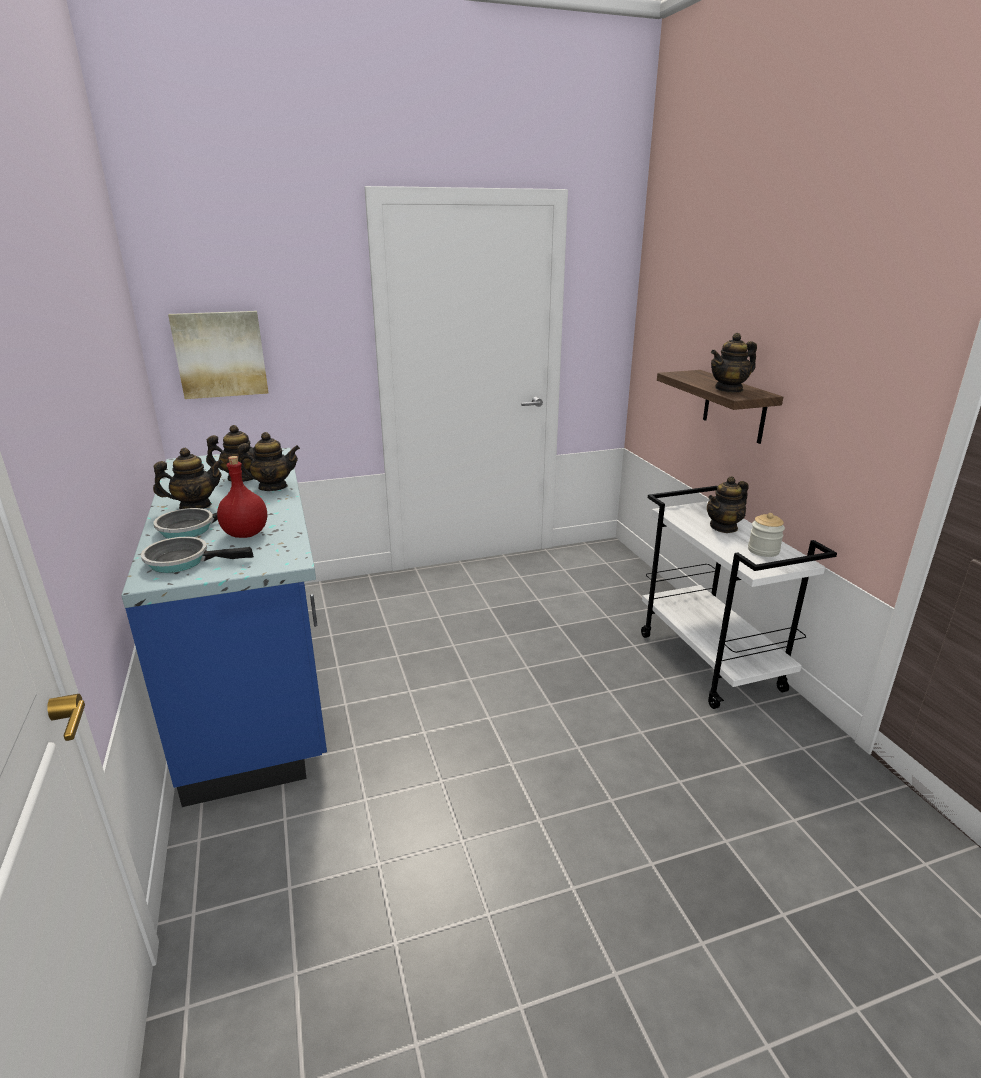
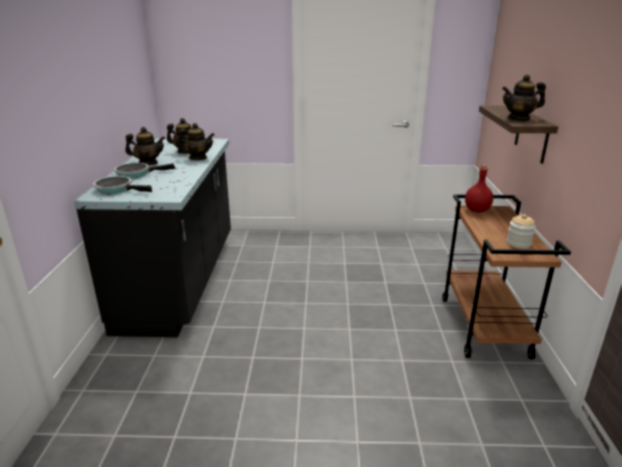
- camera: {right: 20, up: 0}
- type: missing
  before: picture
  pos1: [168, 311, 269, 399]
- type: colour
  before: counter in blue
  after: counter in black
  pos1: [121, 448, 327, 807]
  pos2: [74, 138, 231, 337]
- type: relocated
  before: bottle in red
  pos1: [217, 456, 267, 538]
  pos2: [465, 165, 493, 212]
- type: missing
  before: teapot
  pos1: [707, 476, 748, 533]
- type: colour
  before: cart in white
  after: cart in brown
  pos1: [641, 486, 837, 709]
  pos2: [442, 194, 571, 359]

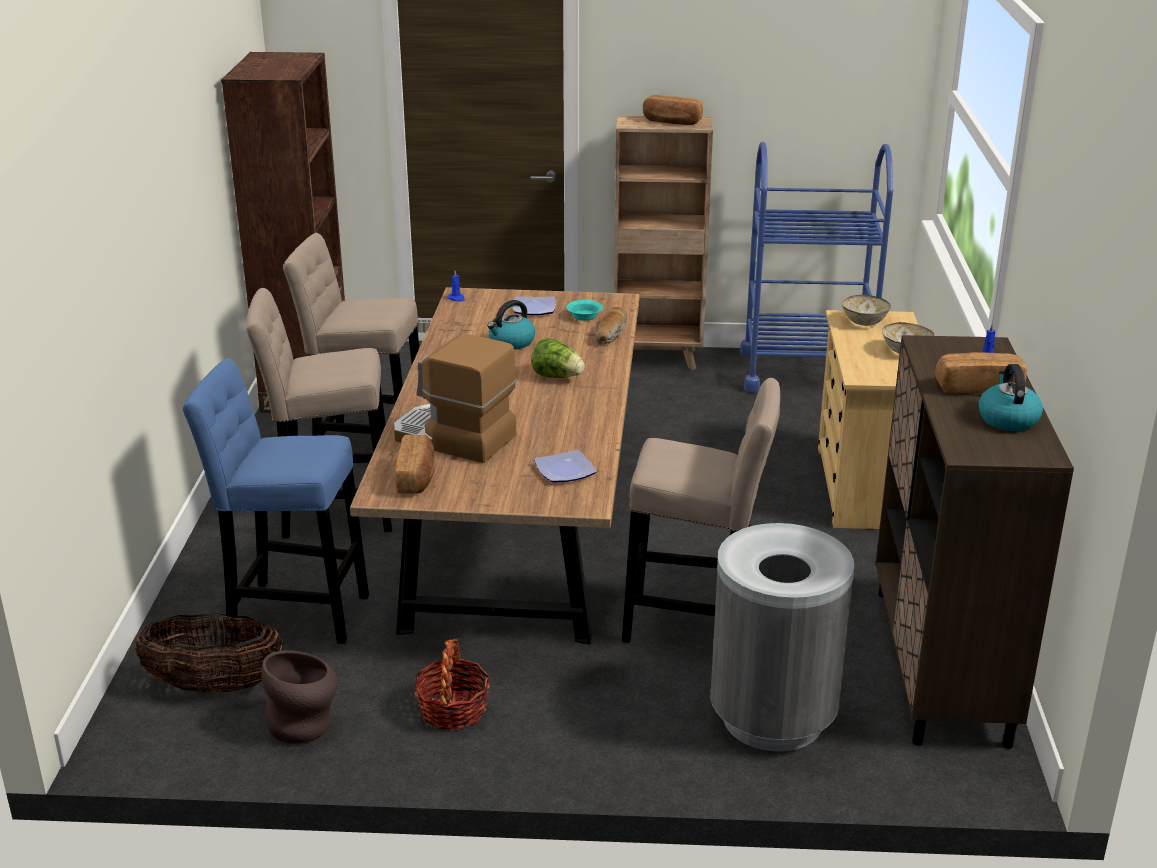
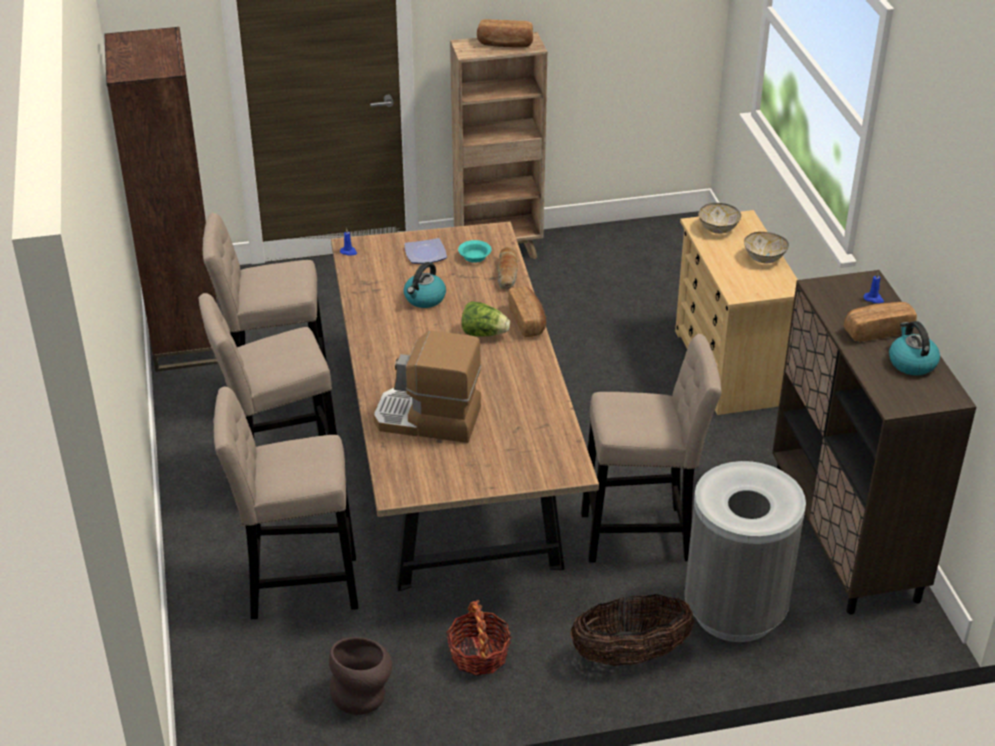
- camera: {right: -15, up: 10}
- type: missing
  before: cart in blue
  pos1: [740, 142, 893, 393]
- type: colour
  before: stool in blue
  after: stool in beige
  pos1: [183, 358, 369, 644]
  pos2: [213, 386, 358, 619]
- type: relocated
  before: bread
  pos1: [395, 435, 435, 494]
  pos2: [508, 286, 546, 337]
- type: missing
  before: plate
  pos1: [534, 450, 597, 483]
- type: relocated
  before: basket
  pos1: [135, 613, 283, 693]
  pos2: [570, 594, 694, 666]

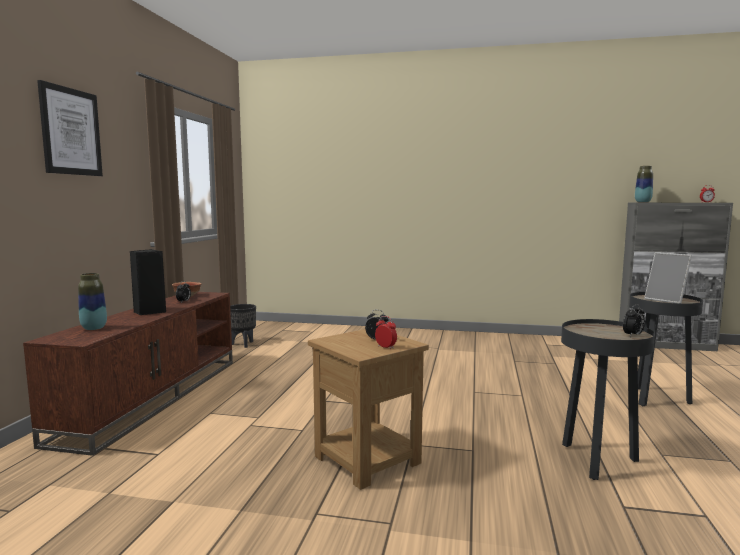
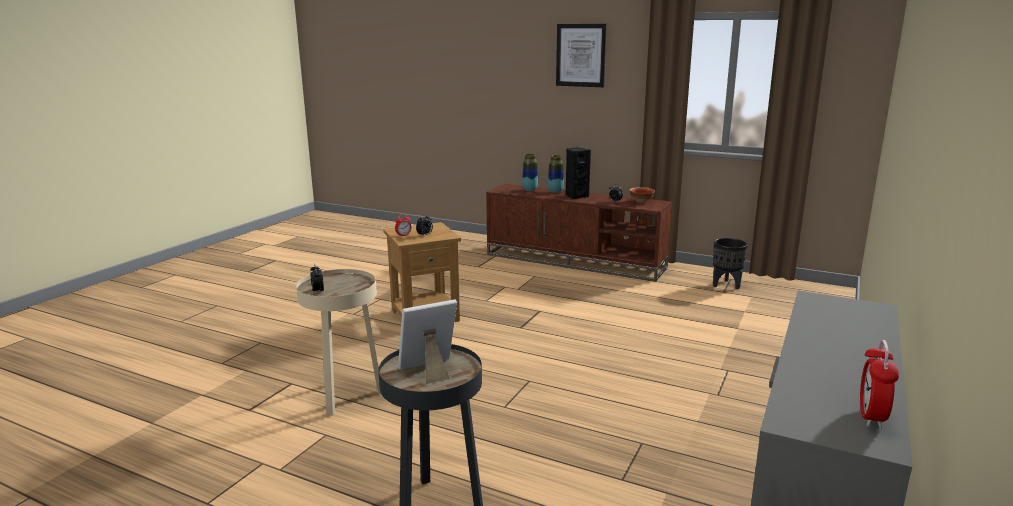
- camera: {right: 105, up: 10}
- type: relocated
  before: vase
  pos1: [635, 166, 653, 202]
  pos2: [548, 155, 564, 193]
- type: colour
  before: side table in black
  after: side table in beige
  pos1: [561, 319, 655, 480]
  pos2: [296, 269, 381, 415]

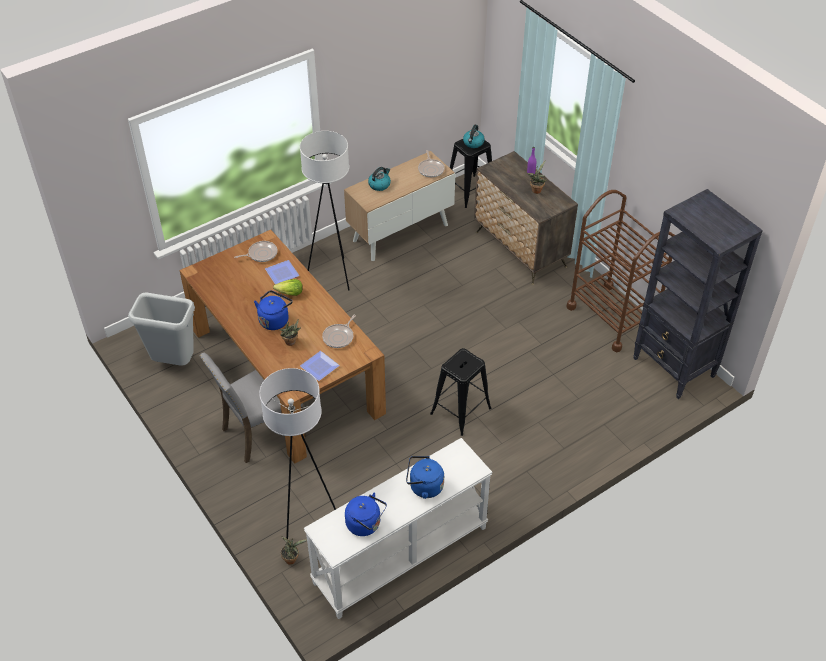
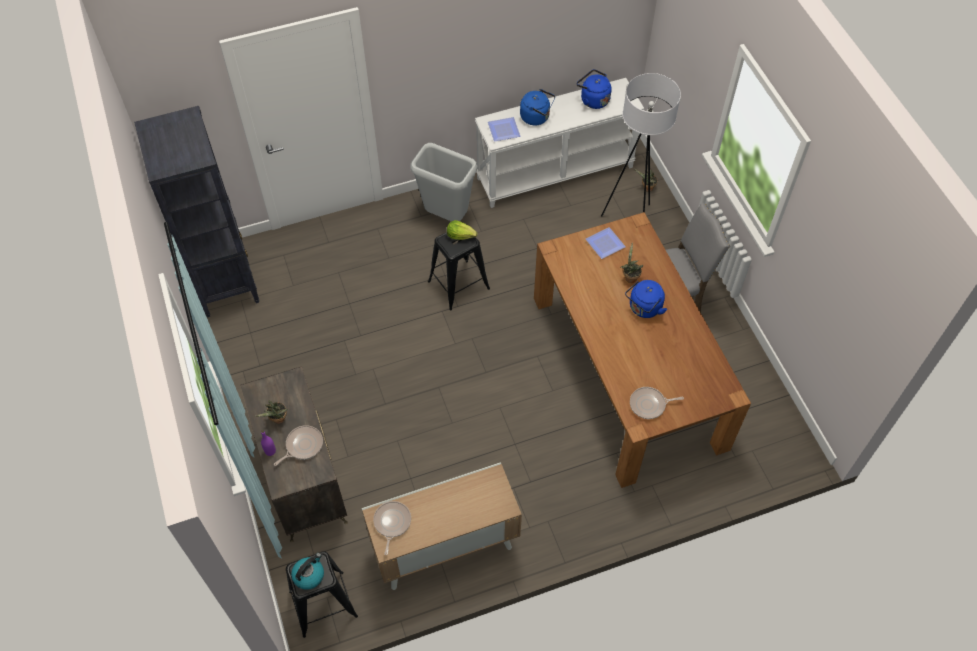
- camera: {right: -165, up: 10}
- type: missing
  before: floor lamp in white
  pos1: [300, 131, 350, 291]
- type: missing
  before: kettle
  pos1: [368, 167, 391, 191]
- type: missing
  before: cart in brown
  pos1: [566, 190, 675, 353]
- type: relocated
  before: plate
  pos1: [265, 260, 299, 284]
  pos2: [488, 117, 520, 141]
- type: relocated
  before: lettuce
  pos1: [273, 279, 303, 296]
  pos2: [447, 220, 478, 240]
- type: relocated
  before: trash can in grey
  pos1: [128, 292, 195, 366]
  pos2: [410, 143, 478, 221]
- type: relocated
  before: frying pan
  pos1: [322, 315, 356, 348]
  pos2: [274, 425, 323, 466]

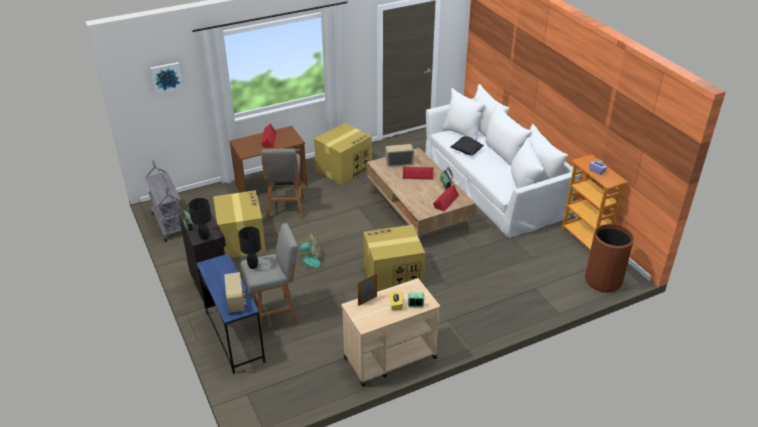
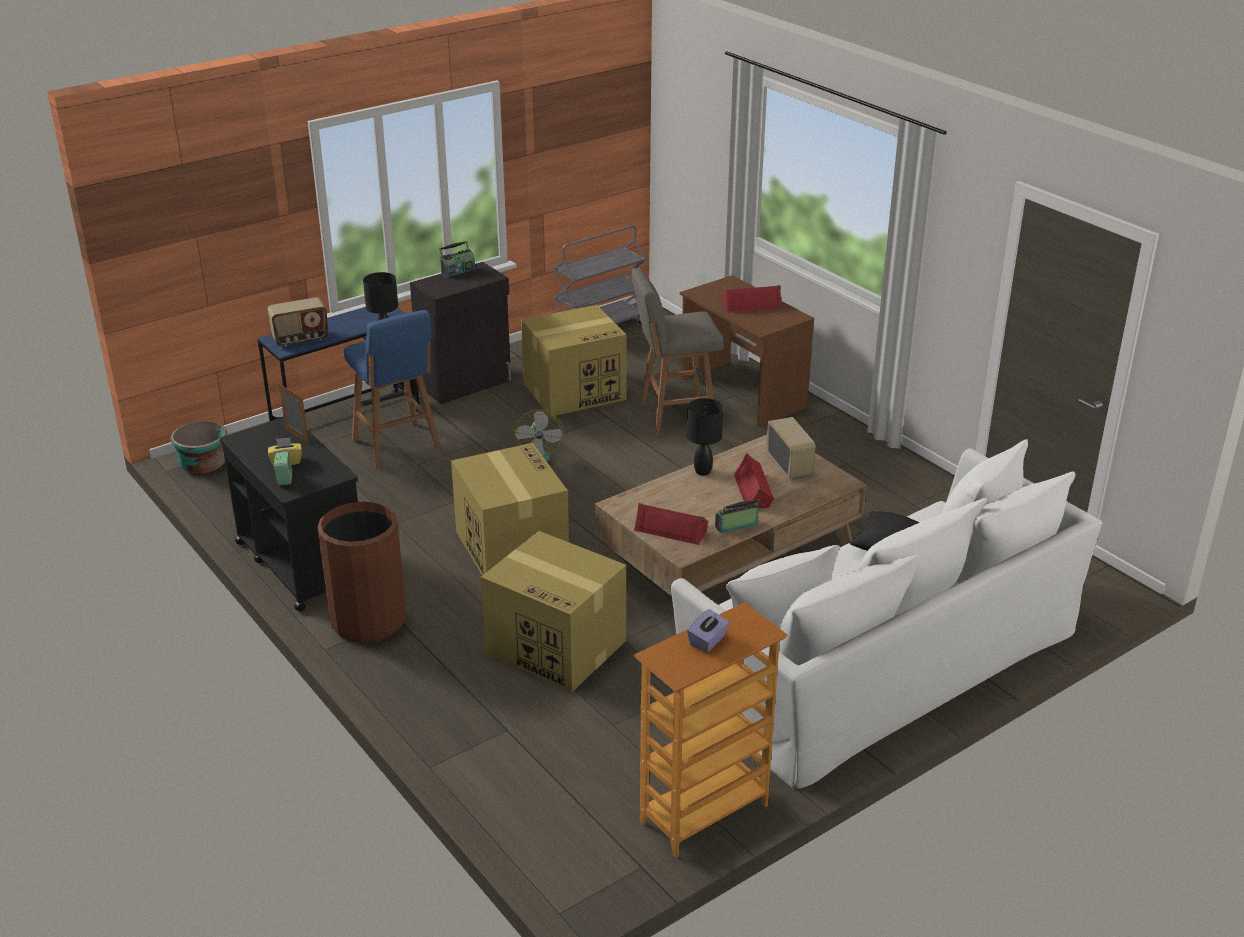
- camera: {right: 80, up: -5}
- type: missing
  before: picture
  pos1: [150, 62, 184, 94]
- type: relocated
  before: cardboard box
  pos1: [314, 123, 372, 185]
  pos2: [481, 531, 626, 692]
- type: relocated
  before: table lamp in black
  pos1: [188, 198, 211, 240]
  pos2: [687, 398, 723, 476]
- type: colour
  before: stool in grey
  after: stool in blue
  pos1: [241, 223, 298, 335]
  pos2: [344, 310, 441, 470]
- type: relocated
  before: trash can in brown
  pos1: [585, 224, 634, 293]
  pos2: [317, 501, 407, 643]
- type: colour
  before: cart in beige
  after: cart in black
  pos1: [341, 278, 440, 387]
  pos2: [220, 417, 358, 611]
- type: appeared
  after: planter in turquoise
  pos2: [170, 421, 227, 474]

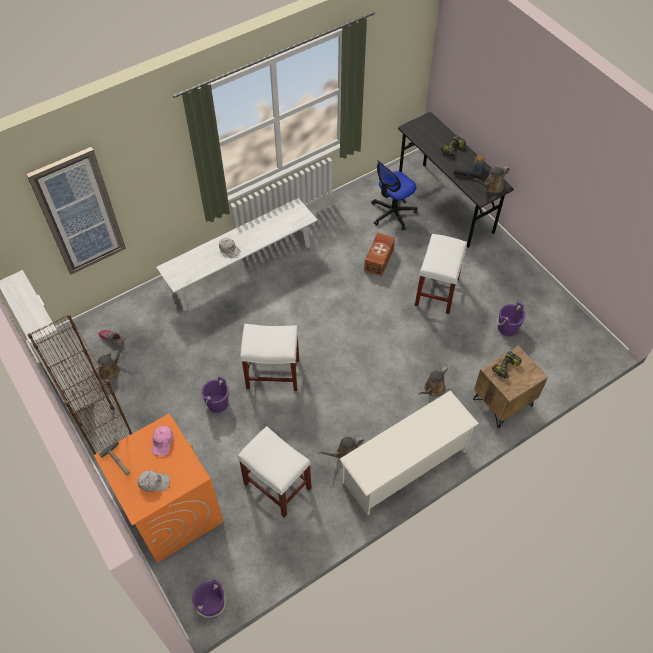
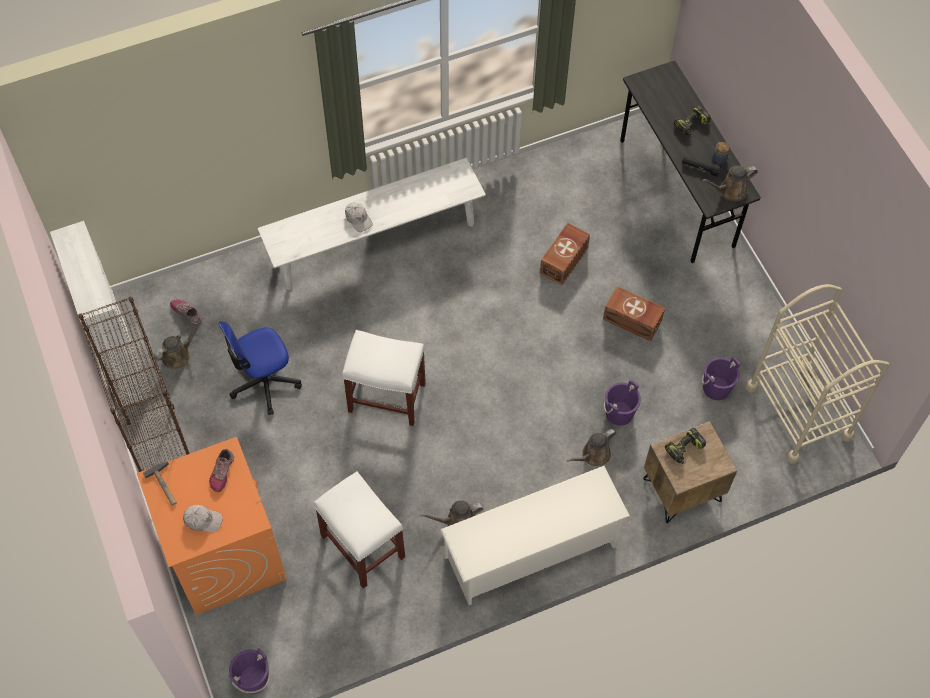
- camera: {right: 10, up: 5}
- type: missing
  before: picture
  pos1: [26, 147, 126, 274]
- type: relocated
  before: office chair
  pos1: [371, 160, 418, 230]
  pos2: [219, 321, 302, 415]
- type: exchanged
  before: stool in white
  after: storage box in brown
  pos1: [415, 234, 467, 314]
  pos2: [603, 286, 665, 341]
- type: relocated
  before: bucket in purple
  pos1: [201, 376, 229, 413]
  pos2: [604, 379, 641, 426]
- type: exchanged
  before: cap in pink
  after: shoe
  pos1: [152, 426, 173, 456]
  pos2: [209, 449, 234, 492]
- type: appeared
  after: cart in beige
  pos2: [745, 284, 890, 464]

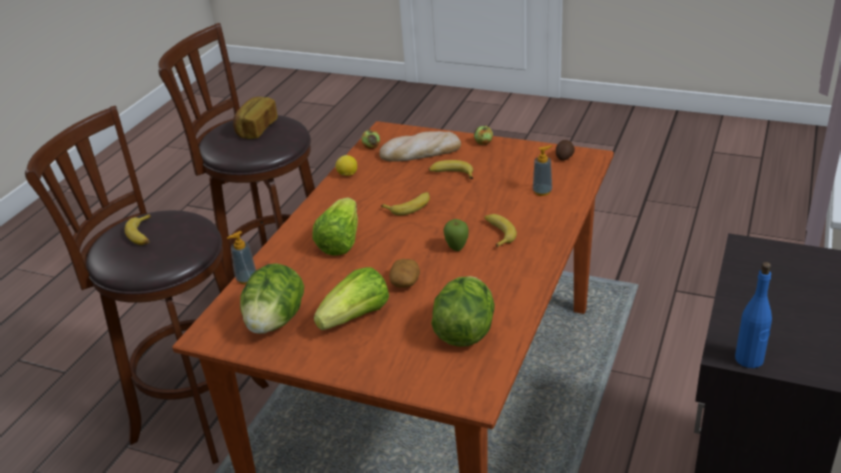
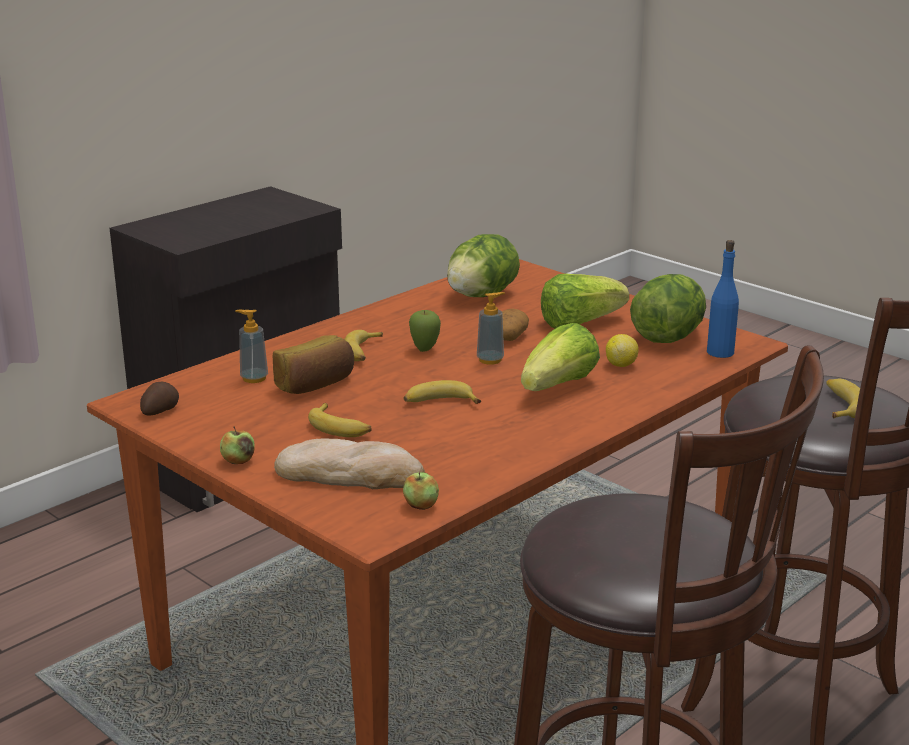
- camera: {right: -160, up: -10}
- type: relocated
  before: bread
  pos1: [233, 97, 278, 139]
  pos2: [273, 335, 354, 394]
- type: relocated
  before: lemon
  pos1: [336, 155, 357, 176]
  pos2: [606, 334, 639, 367]
- type: relocated
  before: soap dispenser
  pos1: [227, 231, 256, 285]
  pos2: [477, 292, 505, 365]
- type: relocated
  before: bottle in blue
  pos1: [735, 262, 772, 368]
  pos2: [707, 240, 739, 358]

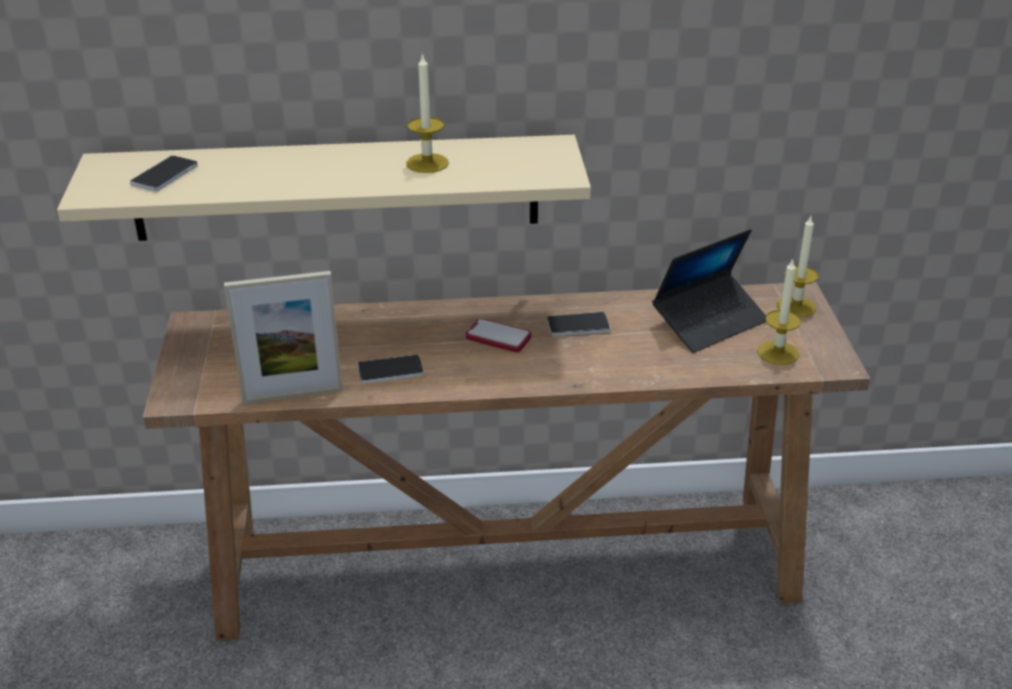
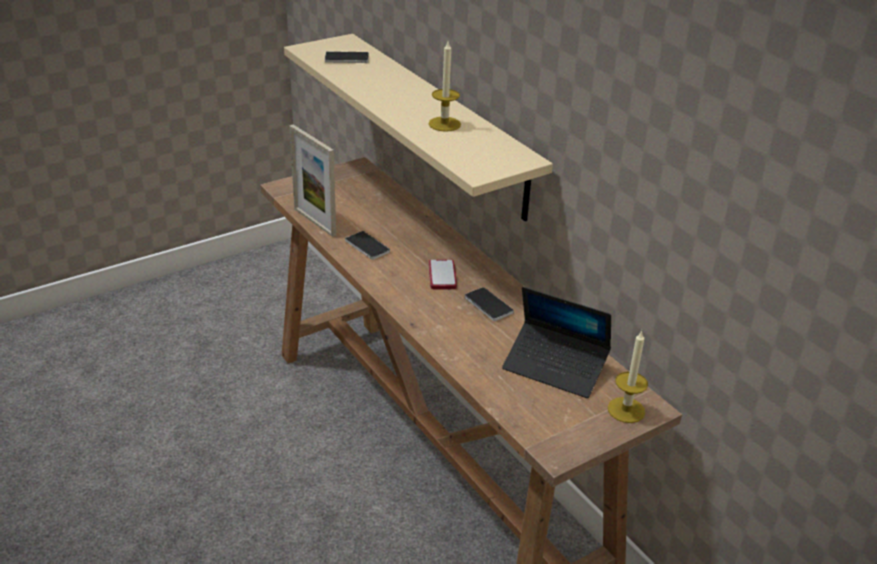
- camera: {right: 60, up: 0}
- type: missing
  before: candle
  pos1: [757, 258, 801, 365]

